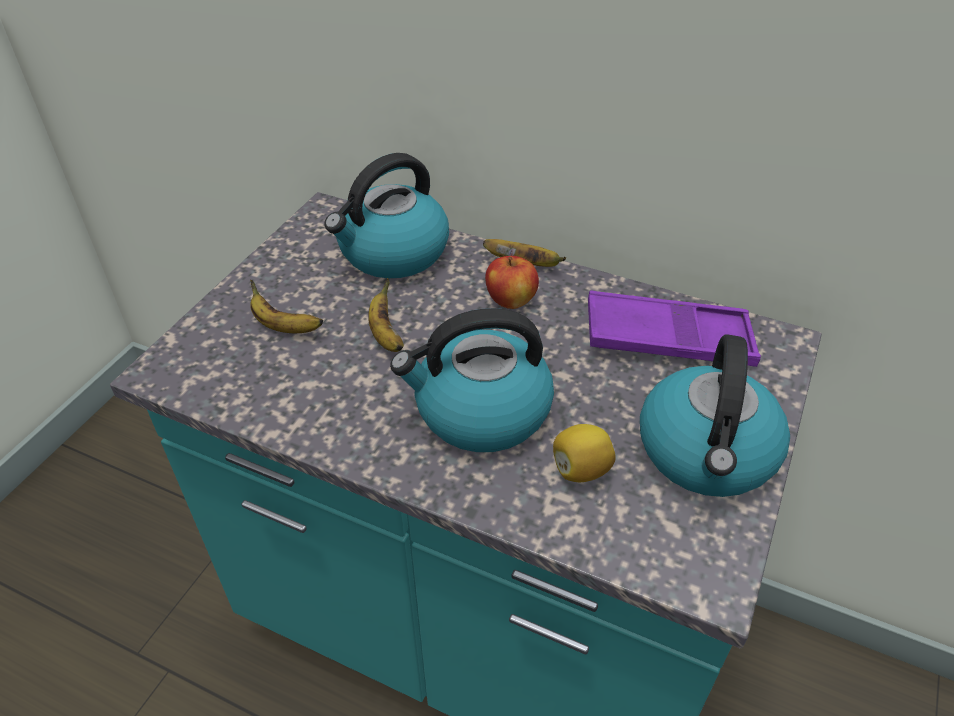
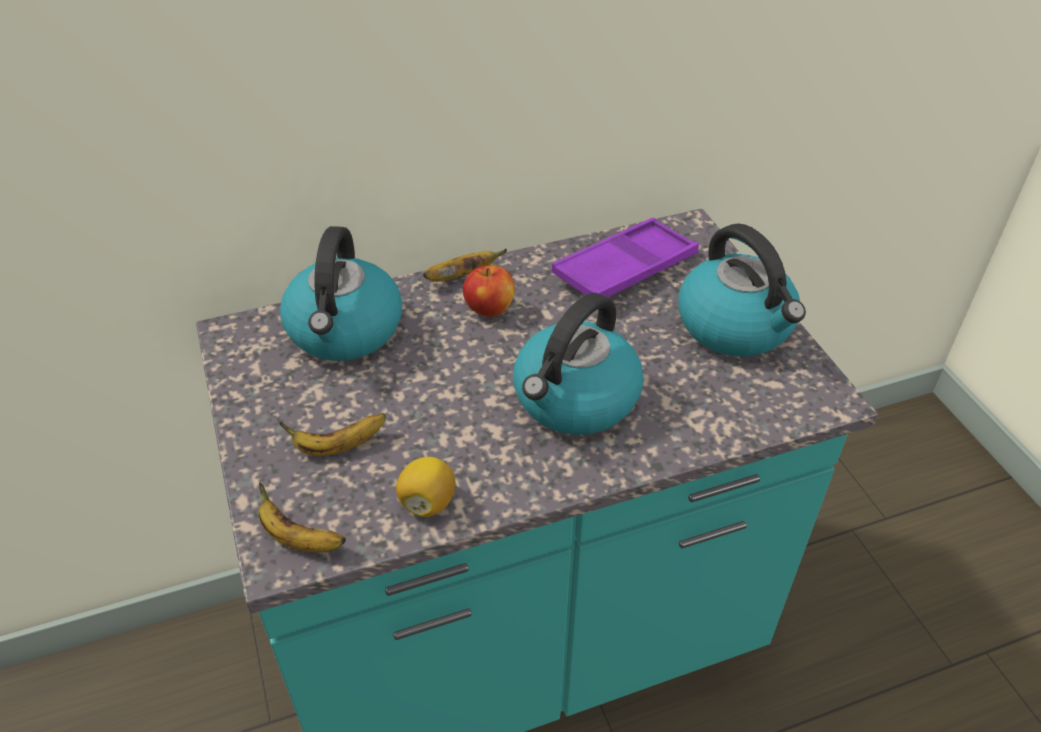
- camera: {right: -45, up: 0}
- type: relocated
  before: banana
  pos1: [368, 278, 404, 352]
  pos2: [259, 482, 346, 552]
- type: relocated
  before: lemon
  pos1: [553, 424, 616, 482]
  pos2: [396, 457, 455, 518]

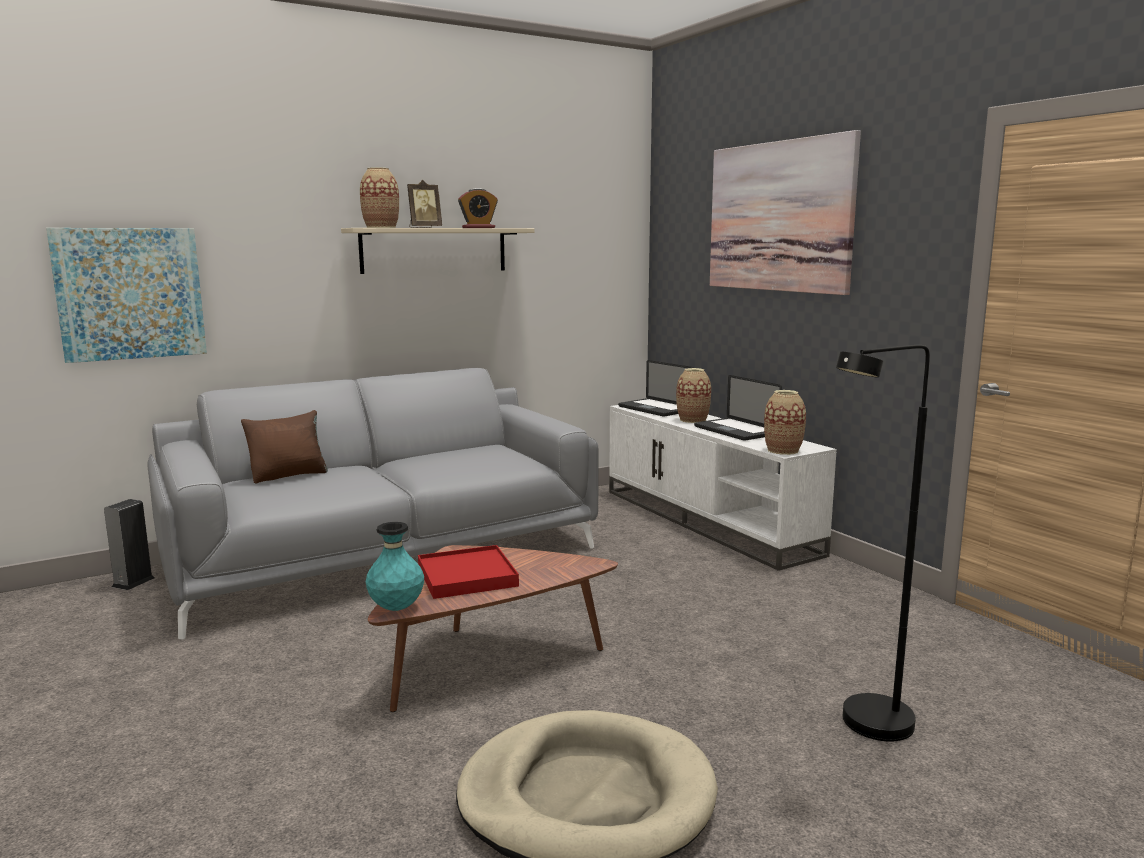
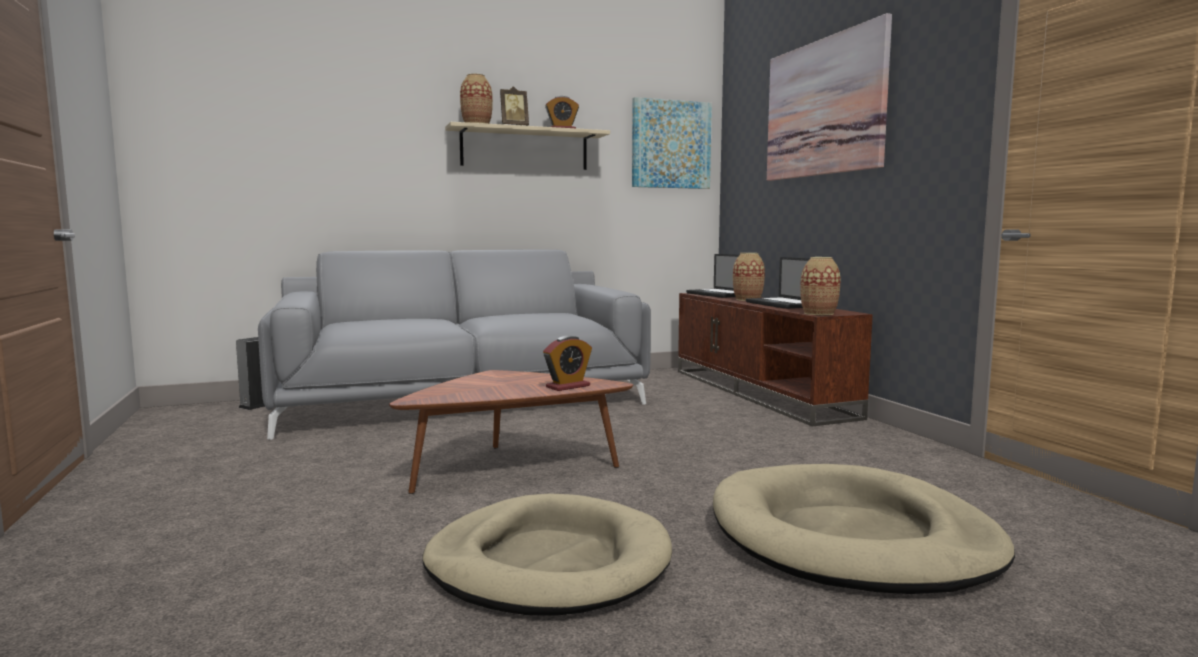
- camera: {right: 10, up: -5}
- type: relocated
  before: picture
  pos1: [46, 228, 207, 363]
  pos2: [632, 97, 712, 189]
- type: exchanged
  before: floor lamp in black
  after: dog bed in beige
  pos1: [836, 345, 930, 742]
  pos2: [713, 464, 1015, 594]
- type: colour
  before: tv stand in white
  after: tv stand in brown
  pos1: [609, 405, 836, 571]
  pos2: [678, 293, 873, 426]
- type: missing
  before: pillow in brown
  pos1: [241, 410, 328, 484]
- type: missing
  before: vase in turquoise
  pos1: [365, 522, 424, 611]
- type: missing
  before: tray in red
  pos1: [418, 545, 519, 599]
- type: appeared
  after: alarm clock
  pos2: [543, 336, 592, 391]

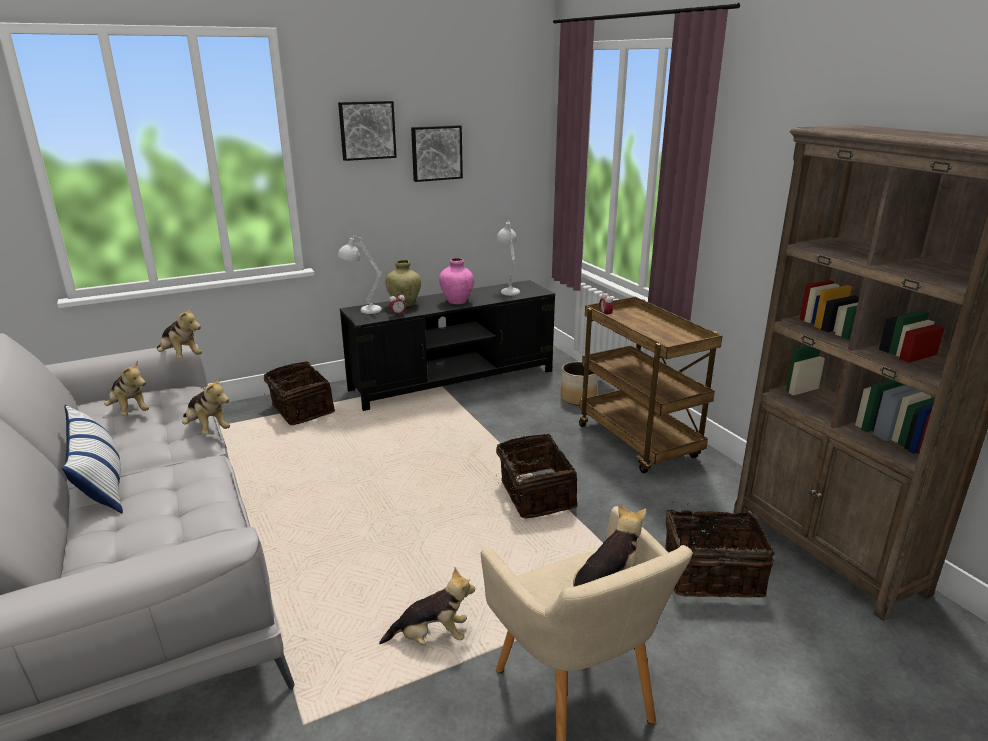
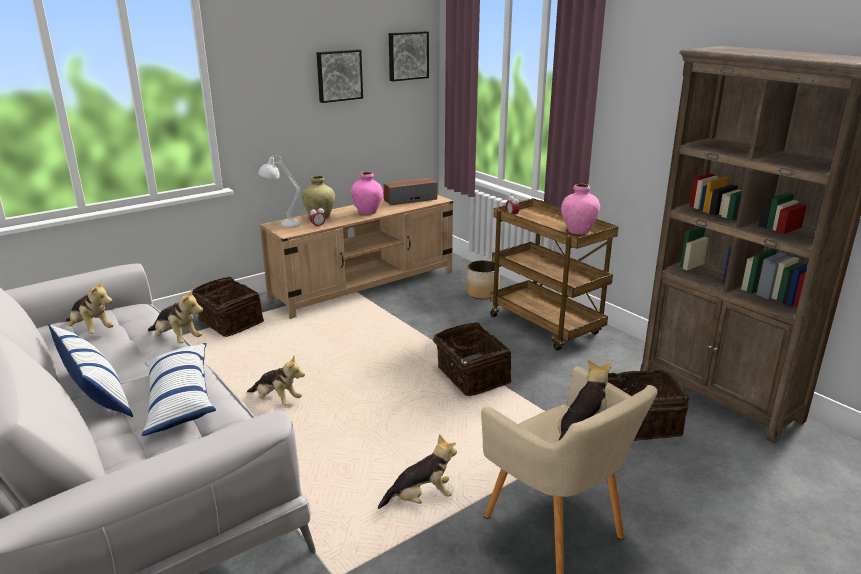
- camera: {right: -10, up: 0}
- type: relocated
  before: picture
  pos1: [338, 101, 397, 161]
  pos2: [389, 31, 429, 81]
- type: exchanged
  before: table lamp in white
  after: speaker
  pos1: [497, 221, 520, 296]
  pos2: [384, 178, 437, 205]
- type: colour
  before: tv stand in black
  after: tv stand in beige
  pos1: [340, 280, 555, 411]
  pos2: [259, 195, 453, 319]
- type: relocated
  before: plush toy
  pos1: [157, 305, 202, 359]
  pos2: [247, 356, 305, 406]
- type: appeared
  after: vase in pink
  pos2: [561, 184, 600, 234]
- type: appeared
  after: pillow
  pos2: [142, 343, 216, 436]

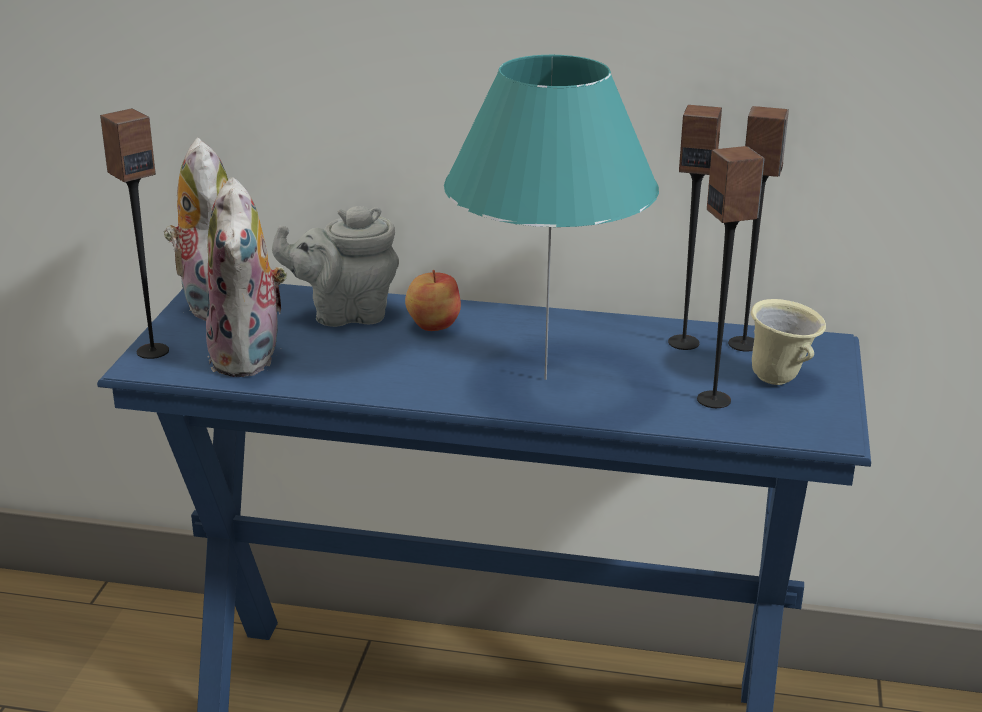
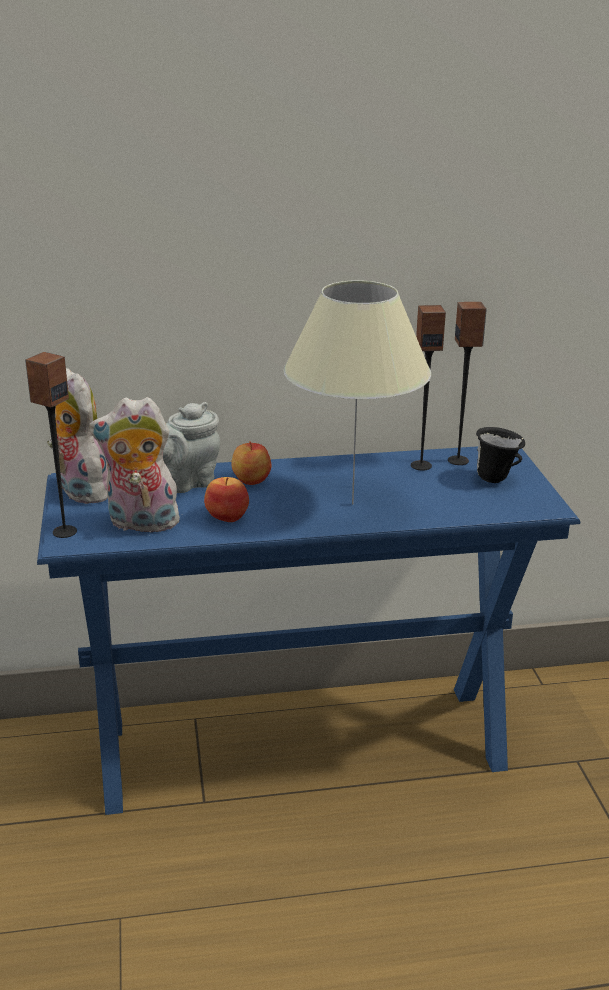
- camera: {right: -20, up: 0}
- type: colour
  before: table lamp in turquoise
  after: table lamp in beige
  pos1: [444, 55, 659, 380]
  pos2: [283, 280, 431, 504]
- type: missing
  before: speaker
  pos1: [697, 146, 765, 408]
- type: spun
  before: plush toy
  pos1: [206, 177, 287, 377]
  pos2: [89, 397, 182, 532]
  turn: 120
- type: colour
  before: mug in beige
  after: mug in black
  pos1: [751, 299, 826, 385]
  pos2: [476, 427, 525, 483]
- type: appeared
  after: apple
  pos2: [204, 477, 249, 522]

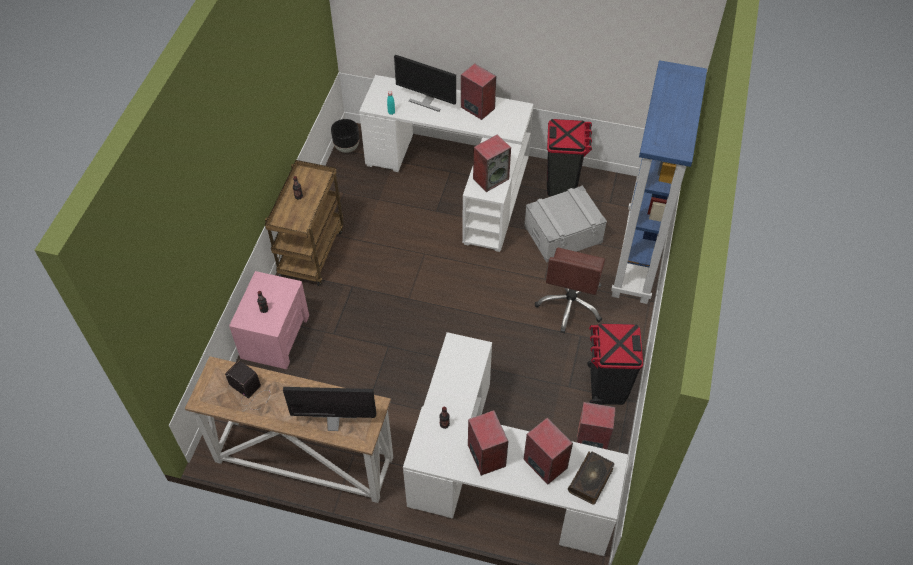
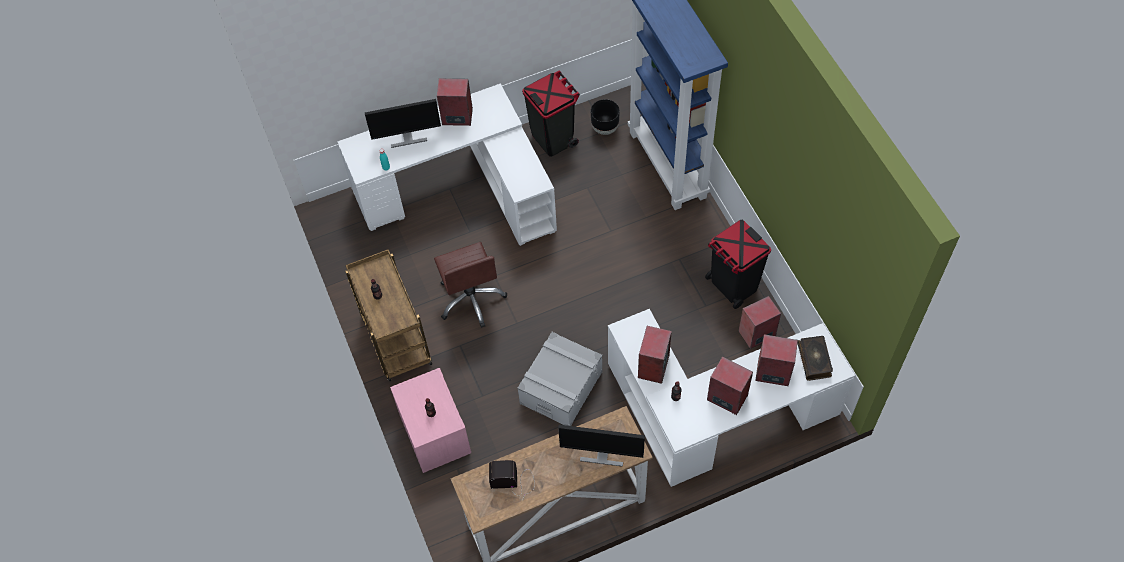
- camera: {right: -35, up: 5}
- type: relocated
  before: planter in black
  pos1: [331, 119, 359, 153]
  pos2: [591, 99, 620, 135]
- type: relocated
  before: speaker
  pos1: [473, 134, 511, 192]
  pos2: [638, 326, 672, 384]
- type: relocated
  before: storage box in grey
  pos1: [524, 185, 607, 263]
  pos2: [517, 332, 603, 426]
- type: relocated
  before: office chair in brown
  pos1: [535, 248, 605, 333]
  pos2: [434, 242, 507, 328]
- type: spun
  before: monitor
  pos1: [283, 387, 376, 431]
  pos2: [558, 425, 645, 467]
  turn: -135

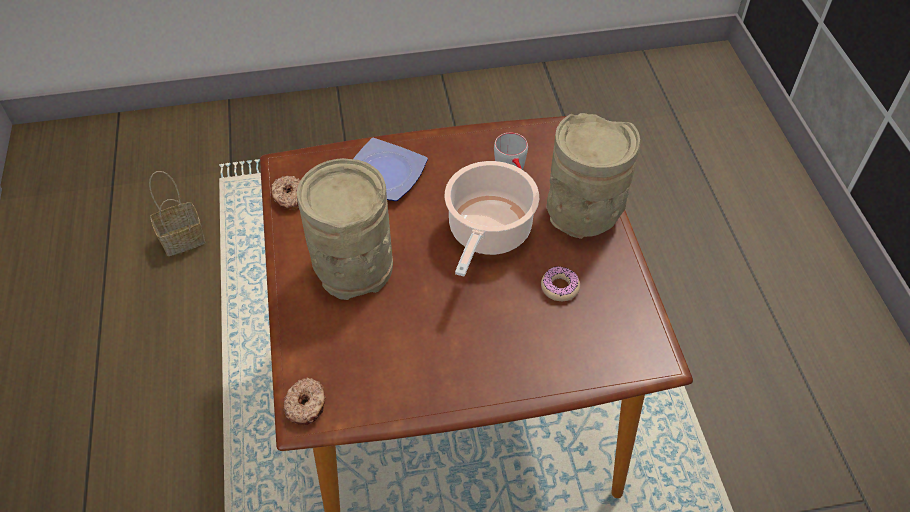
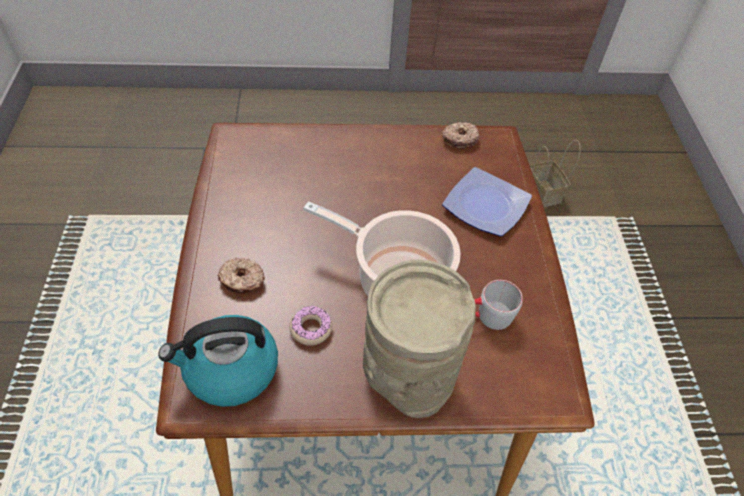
- camera: {right: 95, up: 0}
- type: missing
  before: vase in beige
  pos1: [297, 158, 393, 300]
- type: relocated
  before: donut
  pos1: [283, 378, 326, 425]
  pos2: [217, 257, 265, 293]
- type: appeared
  after: kettle
  pos2: [158, 315, 278, 407]

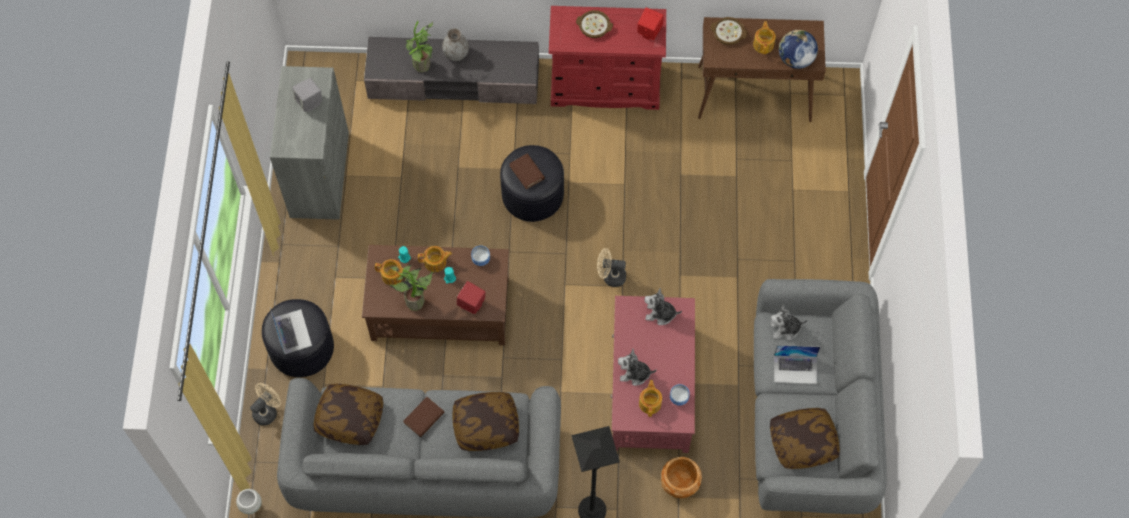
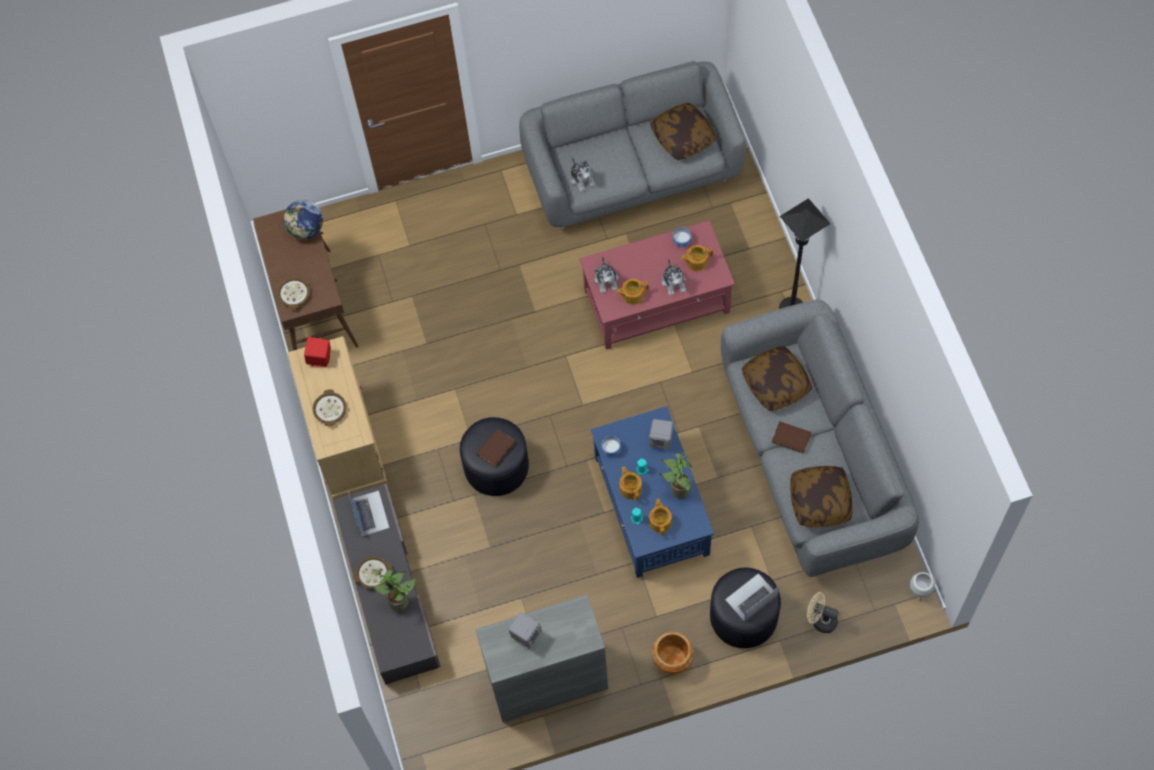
- camera: {right: -105, up: 0}
- type: colour
  before: dresser in red
  after: dresser in beige
  pos1: [549, 6, 666, 110]
  pos2: [287, 336, 388, 499]
- type: relocated
  before: teapot
  pos1: [753, 21, 776, 54]
  pos2: [616, 279, 649, 305]
- type: exchanged
  before: vase in grey
  after: bowl
  pos1: [442, 28, 469, 61]
  pos2: [353, 556, 392, 589]
- type: colour
  before: coffee table in brown
  after: coffee table in blue
  pos1: [362, 245, 509, 345]
  pos2: [591, 406, 714, 578]
- type: missing
  before: fan in beige
  pos1: [597, 248, 626, 287]
- type: colour
  before: speaker in red
  after: speaker in grey
  pos1: [457, 281, 485, 314]
  pos2: [649, 419, 673, 450]
- type: relocated
  before: laptop
  pos1: [774, 345, 820, 384]
  pos2: [348, 490, 389, 536]
- type: relocated
  before: planter in brown
  pos1: [661, 457, 702, 498]
  pos2: [652, 632, 693, 674]

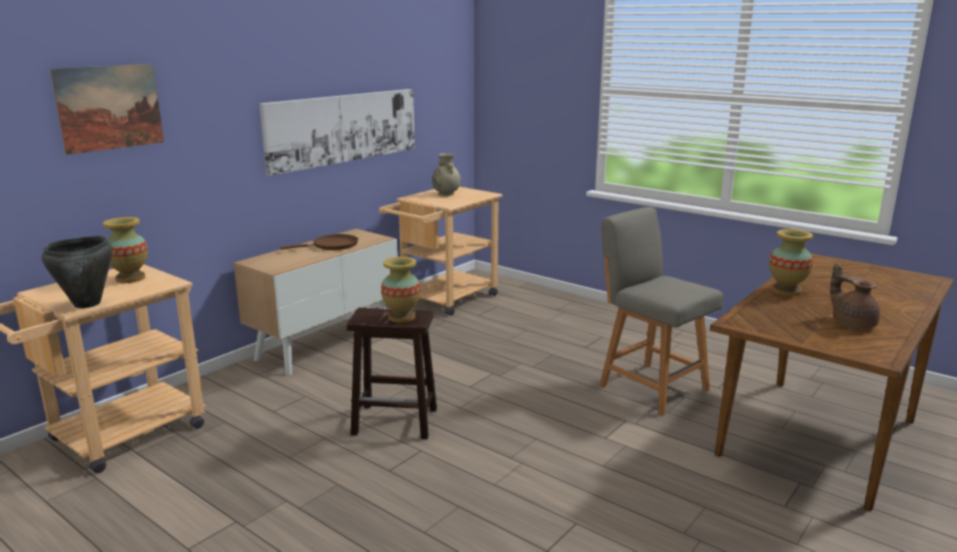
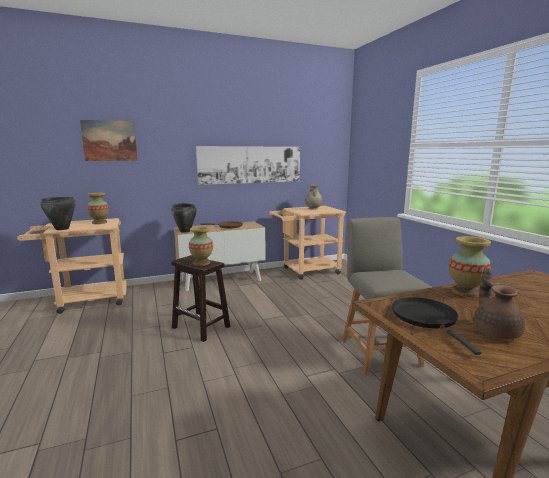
- camera: {right: 30, up: -5}
- type: appeared
  after: cooking pot in black
  pos2: [171, 203, 197, 233]
- type: appeared
  after: frying pan in black
  pos2: [392, 297, 482, 355]

